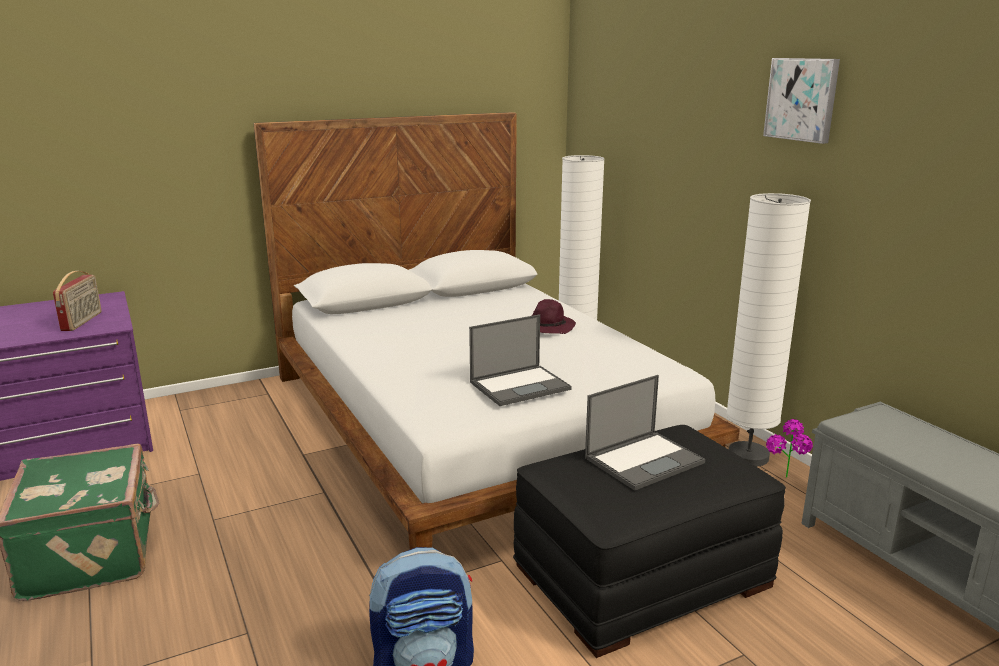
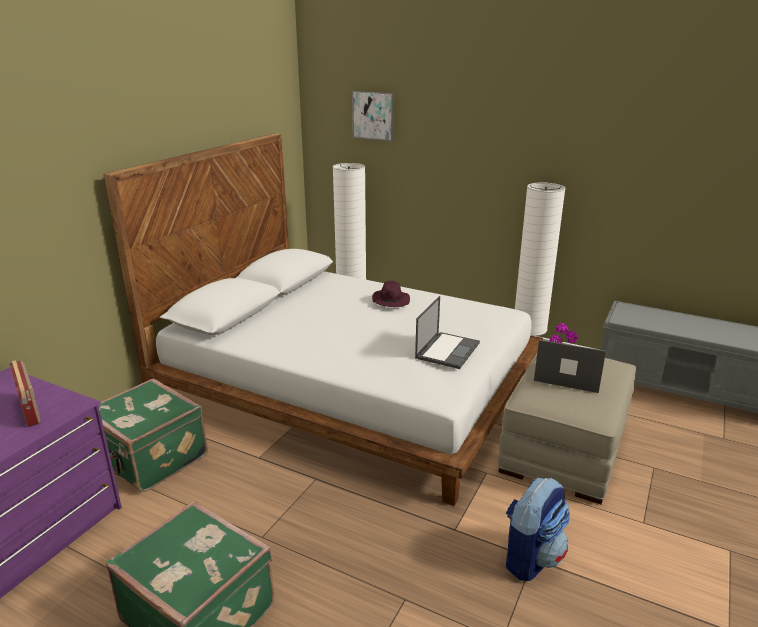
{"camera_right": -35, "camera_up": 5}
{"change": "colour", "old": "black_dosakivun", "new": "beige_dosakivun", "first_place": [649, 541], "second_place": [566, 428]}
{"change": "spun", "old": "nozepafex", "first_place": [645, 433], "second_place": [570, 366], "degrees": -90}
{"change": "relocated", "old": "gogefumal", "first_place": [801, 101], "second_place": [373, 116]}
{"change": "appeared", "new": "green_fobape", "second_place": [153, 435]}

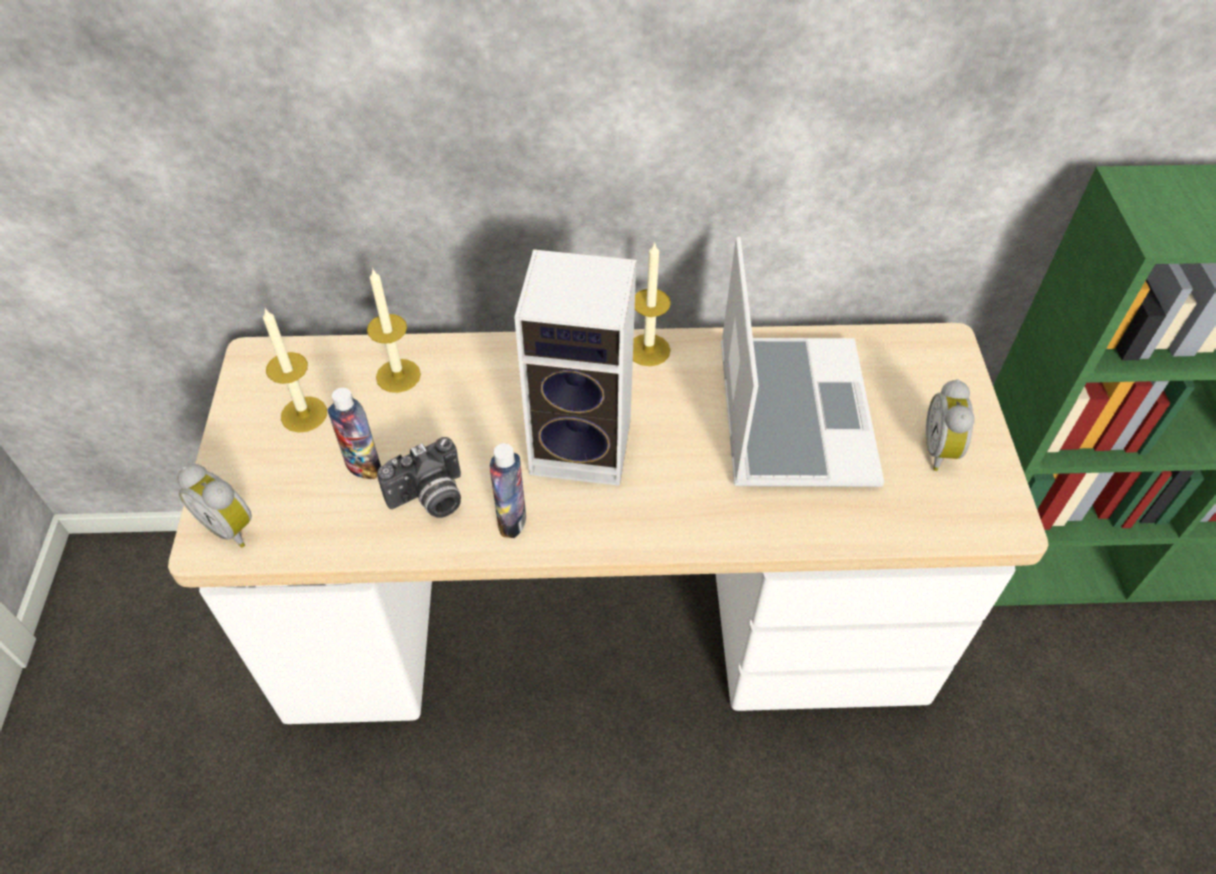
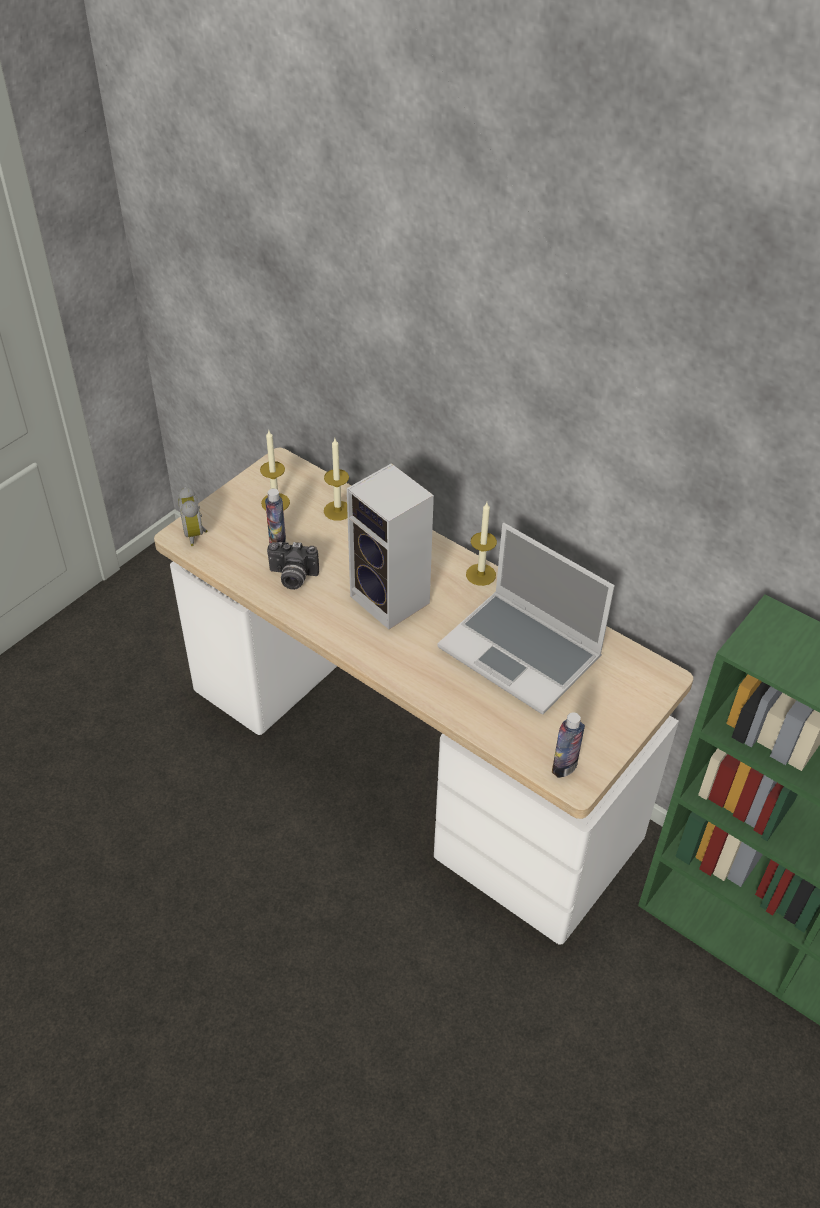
{"camera_right": 40, "camera_up": -5}
{"change": "relocated", "old": "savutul", "first_place": [508, 490], "second_place": [568, 745]}
{"change": "spun", "old": "nozepafex", "first_place": [802, 362], "second_place": [526, 619], "degrees": 90}
{"change": "missing", "old": "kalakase", "first_place": [950, 425]}

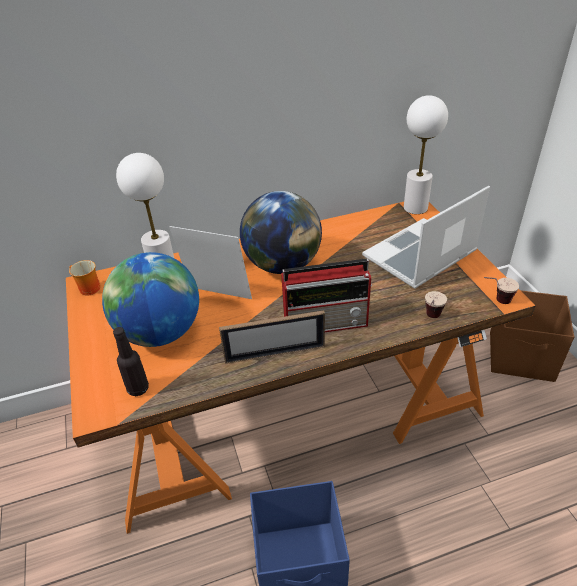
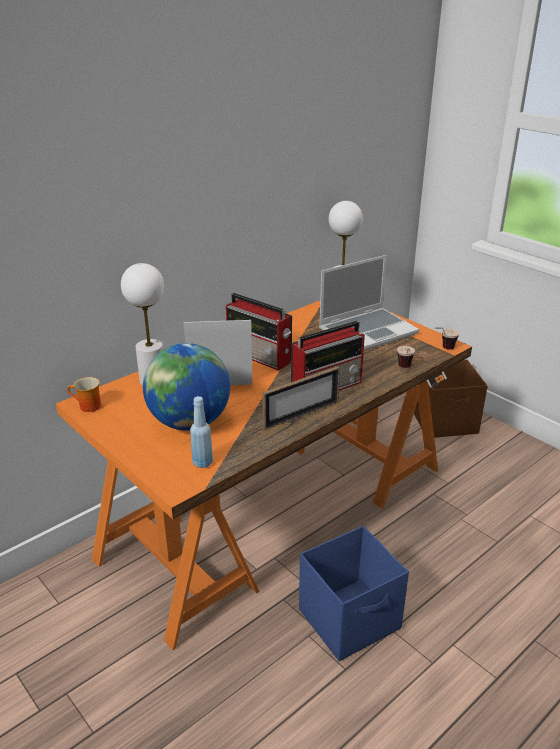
{"camera_right": -25, "camera_up": -10}
{"change": "colour", "old": "black_savutul", "new": "blue_savutul", "first_place": [131, 361], "second_place": [201, 432]}
{"change": "exchanged", "old": "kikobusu", "new": "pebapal", "first_place": [281, 232], "second_place": [259, 332]}
{"change": "spun", "old": "nozepafex", "first_place": [426, 237], "second_place": [369, 303], "degrees": -150}

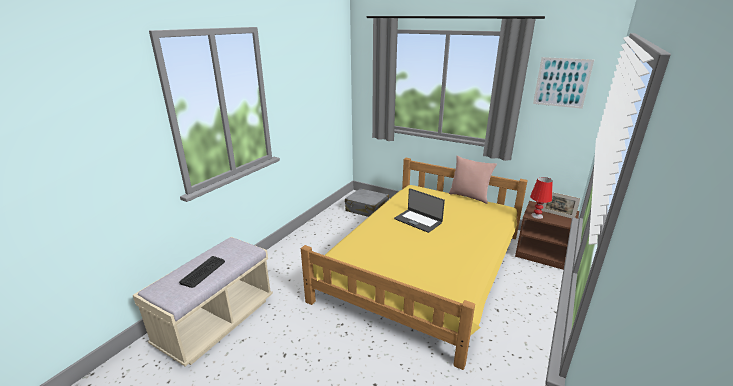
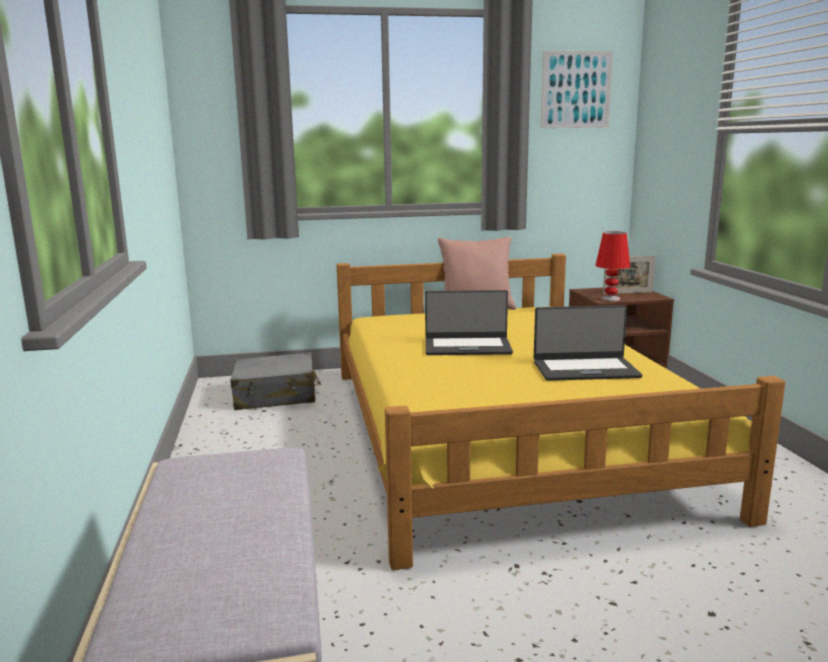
{"camera_right": -40, "camera_up": -10}
{"change": "missing", "old": "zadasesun", "first_place": [202, 272]}
{"change": "appeared", "new": "nozepafex", "second_place": [588, 343]}

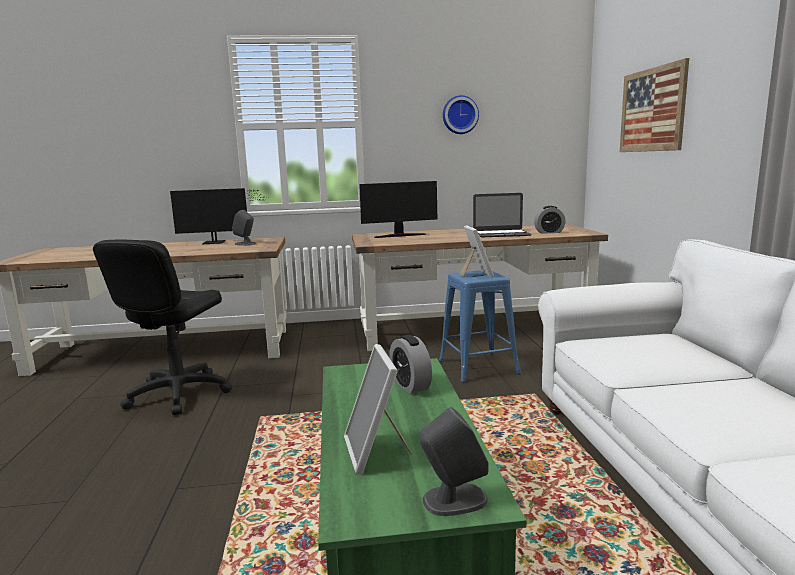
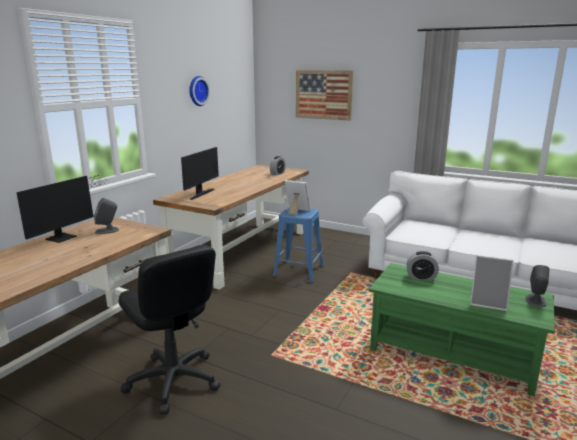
{"camera_right": -55, "camera_up": 5}
{"change": "missing", "old": "nozepafex", "first_place": [502, 215]}

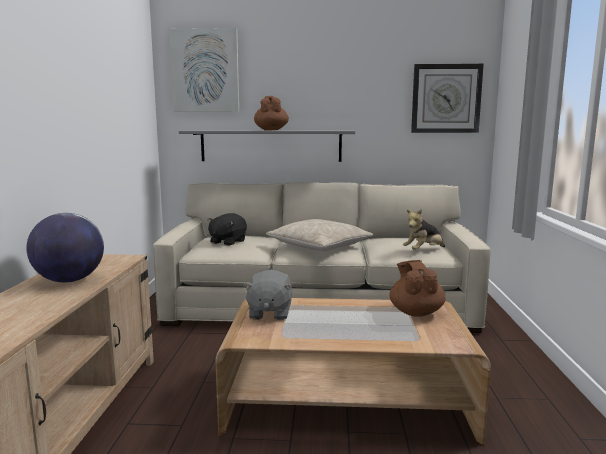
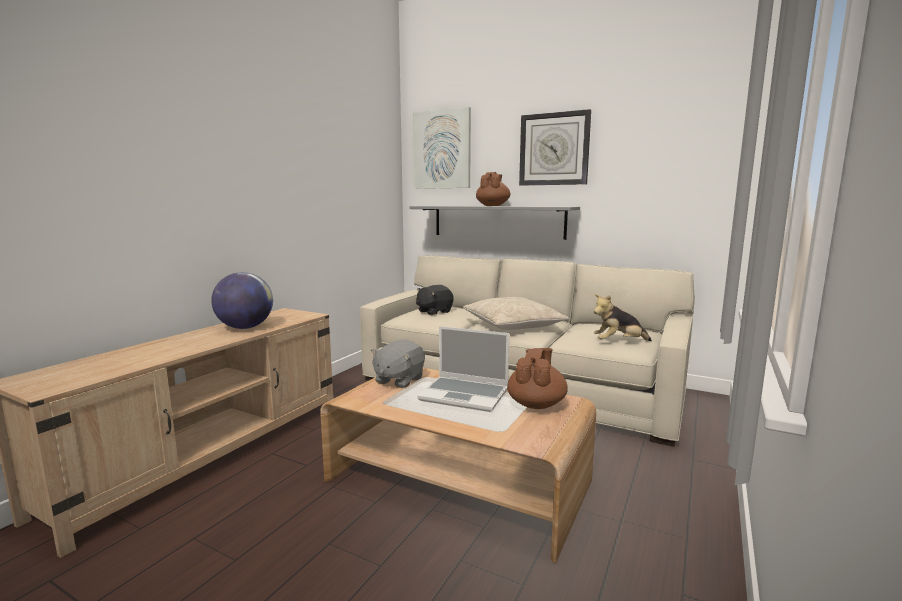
{"camera_right": 25, "camera_up": 0}
{"change": "relocated", "old": "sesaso", "first_place": [447, 98], "second_place": [555, 147]}
{"change": "appeared", "new": "nozepafex", "second_place": [463, 369]}

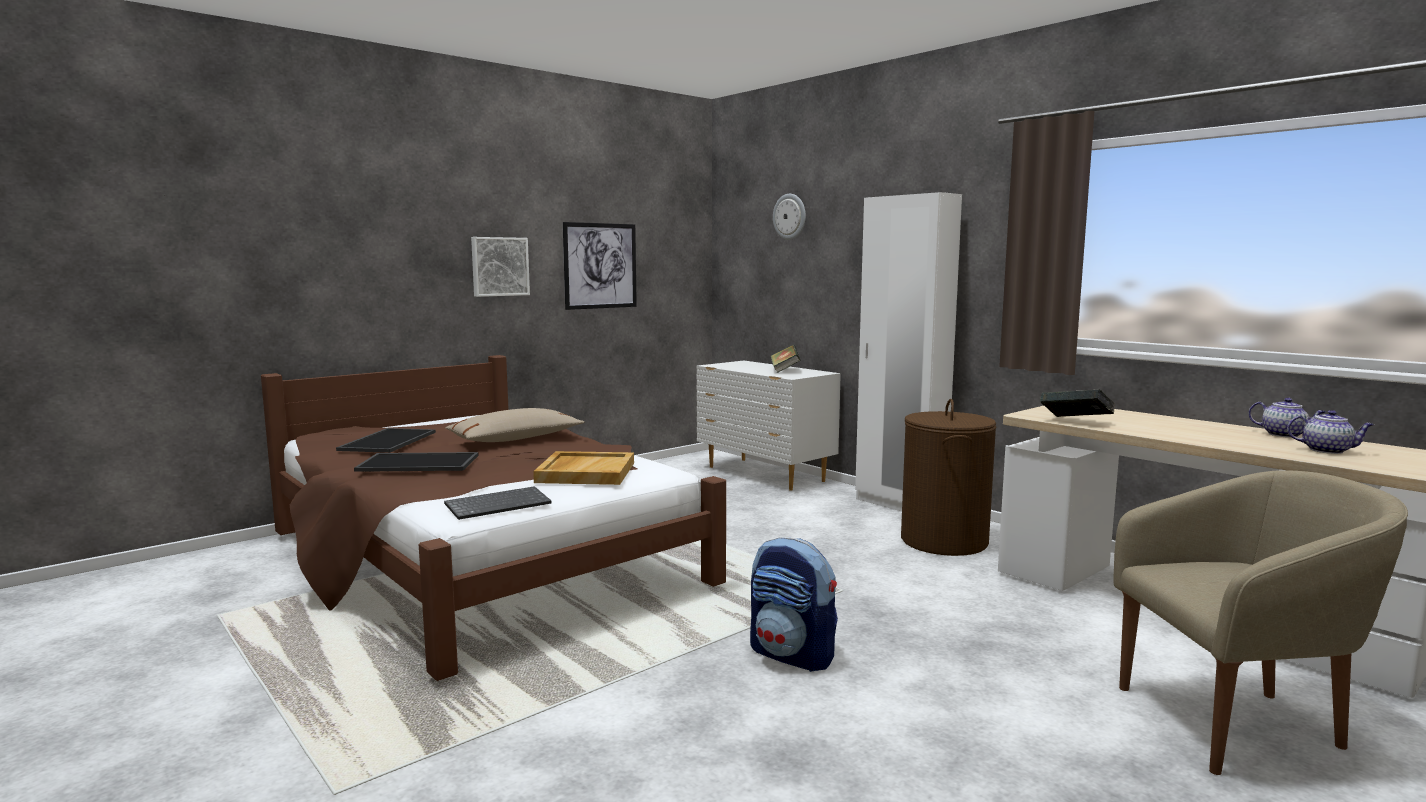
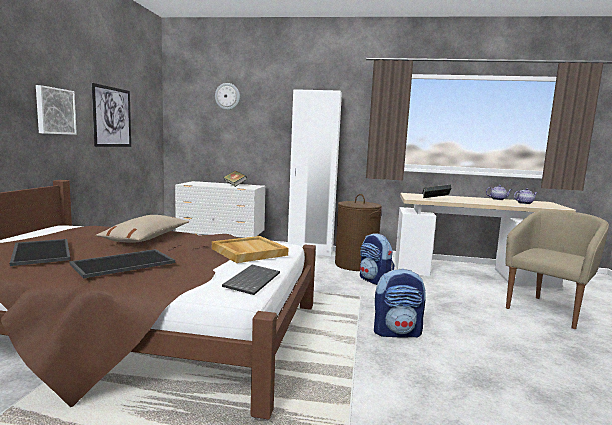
{"camera_right": -40, "camera_up": 0}
{"change": "appeared", "new": "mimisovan", "second_place": [377, 259]}

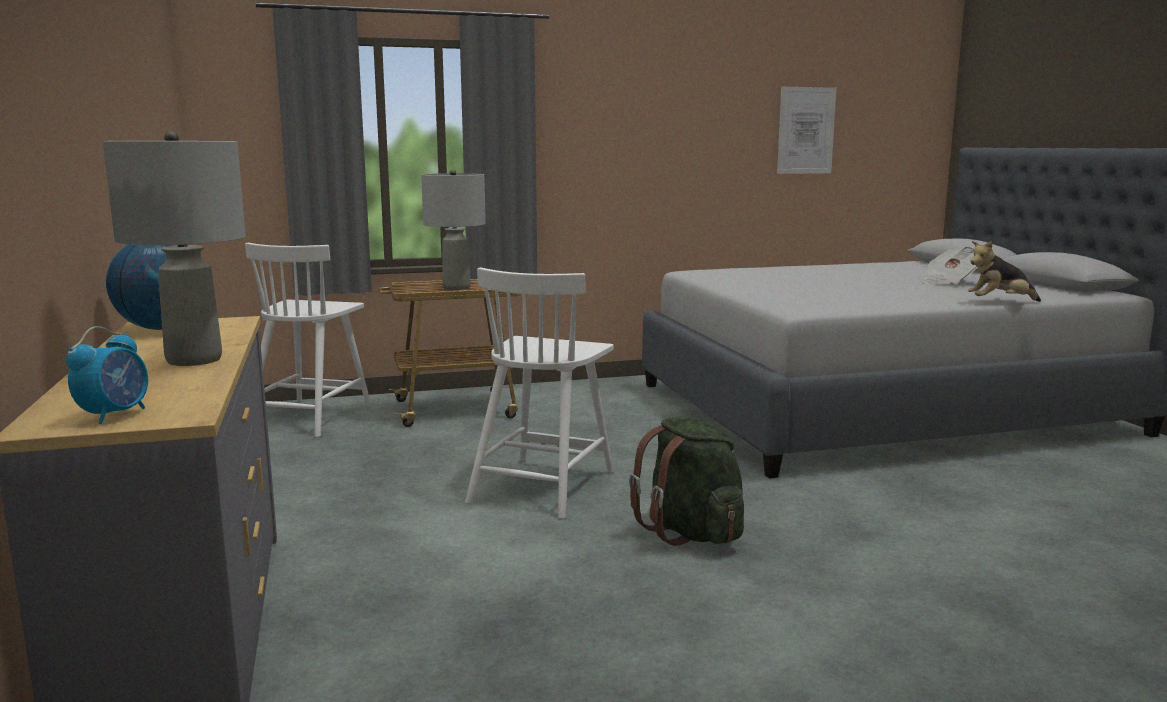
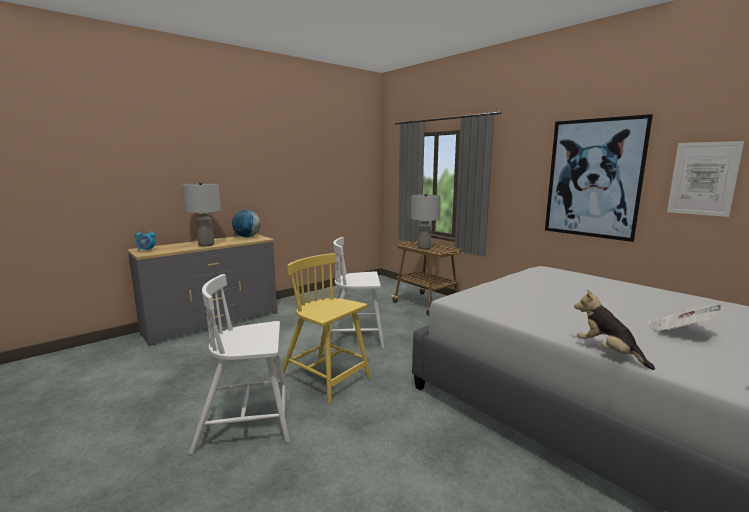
{"camera_right": 65, "camera_up": 0}
{"change": "relocated", "old": "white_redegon", "first_place": [308, 340], "second_place": [239, 364]}
{"change": "exchanged", "old": "green_mimisovan", "new": "yellow_redegon", "first_place": [686, 481], "second_place": [326, 328]}
{"change": "appeared", "new": "gogefumal", "second_place": [599, 178]}

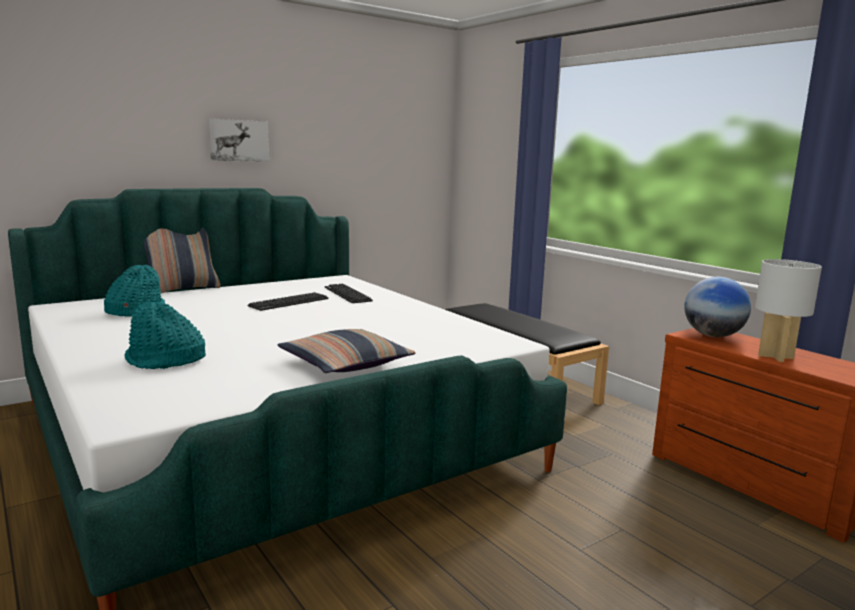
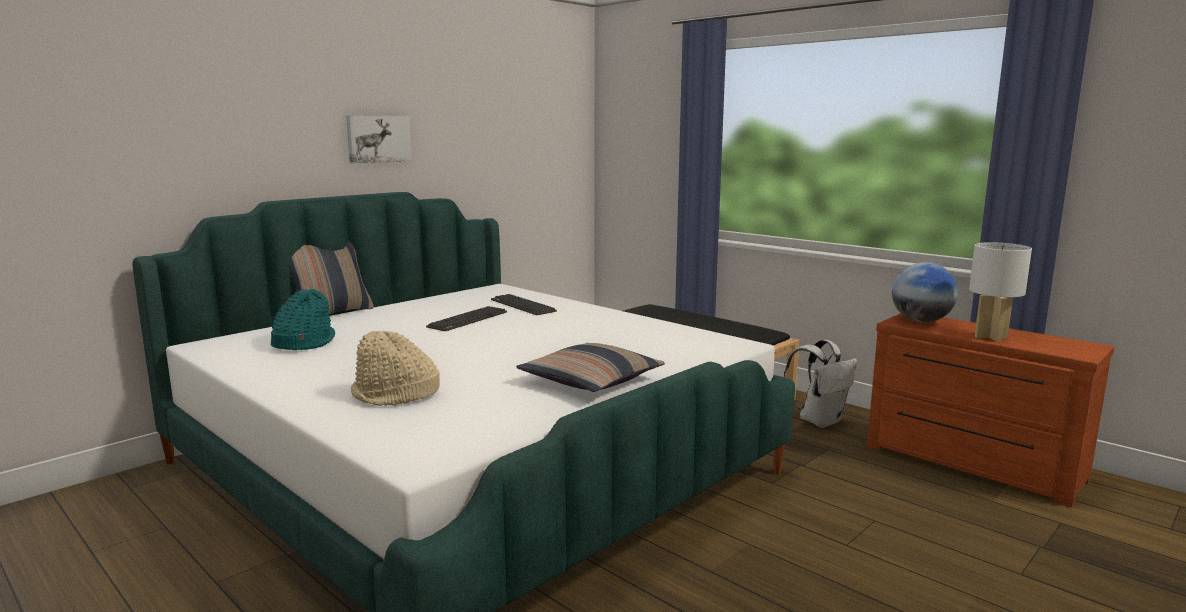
{"camera_right": -10, "camera_up": 0}
{"change": "colour", "old": "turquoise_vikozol", "new": "beige_vikozol", "first_place": [165, 335], "second_place": [395, 368]}
{"change": "appeared", "new": "white_mimisovan", "second_place": [820, 384]}

